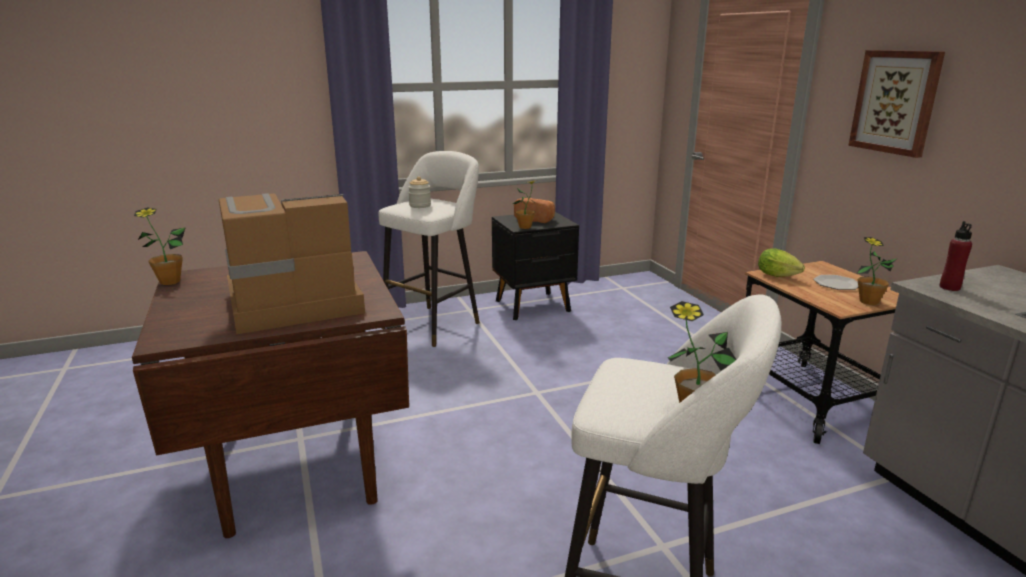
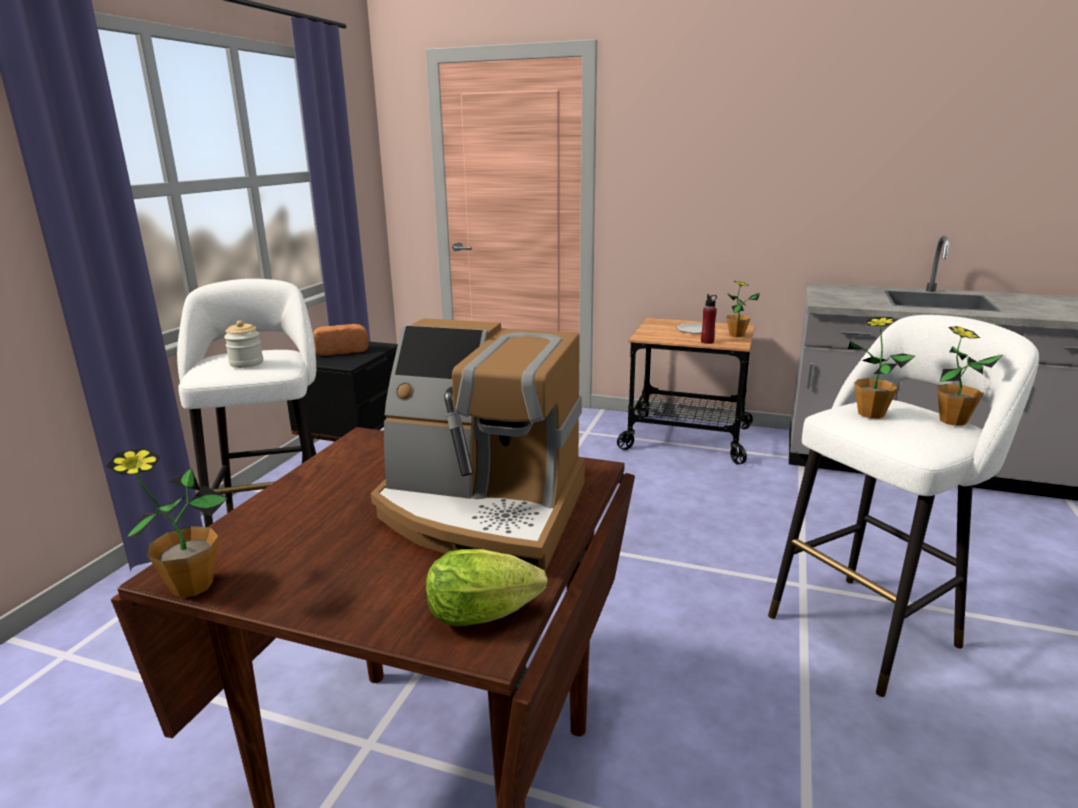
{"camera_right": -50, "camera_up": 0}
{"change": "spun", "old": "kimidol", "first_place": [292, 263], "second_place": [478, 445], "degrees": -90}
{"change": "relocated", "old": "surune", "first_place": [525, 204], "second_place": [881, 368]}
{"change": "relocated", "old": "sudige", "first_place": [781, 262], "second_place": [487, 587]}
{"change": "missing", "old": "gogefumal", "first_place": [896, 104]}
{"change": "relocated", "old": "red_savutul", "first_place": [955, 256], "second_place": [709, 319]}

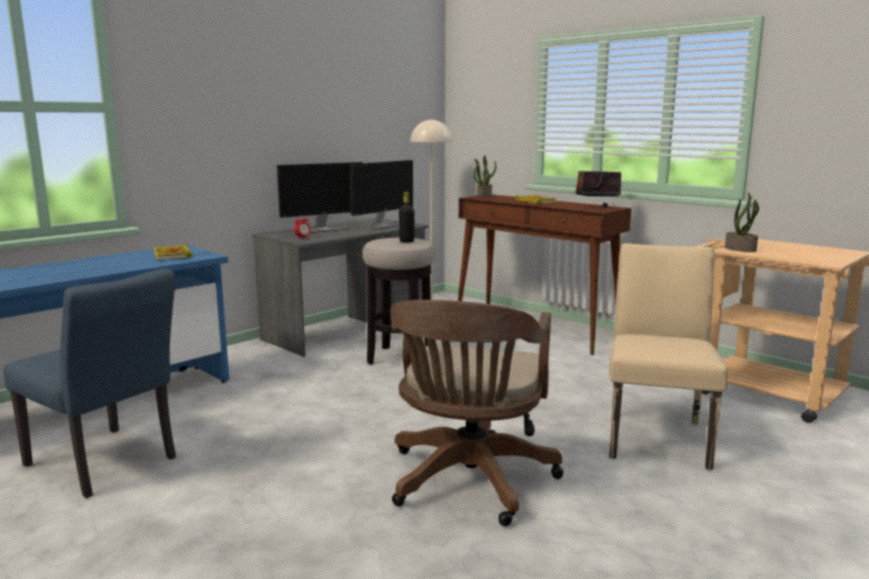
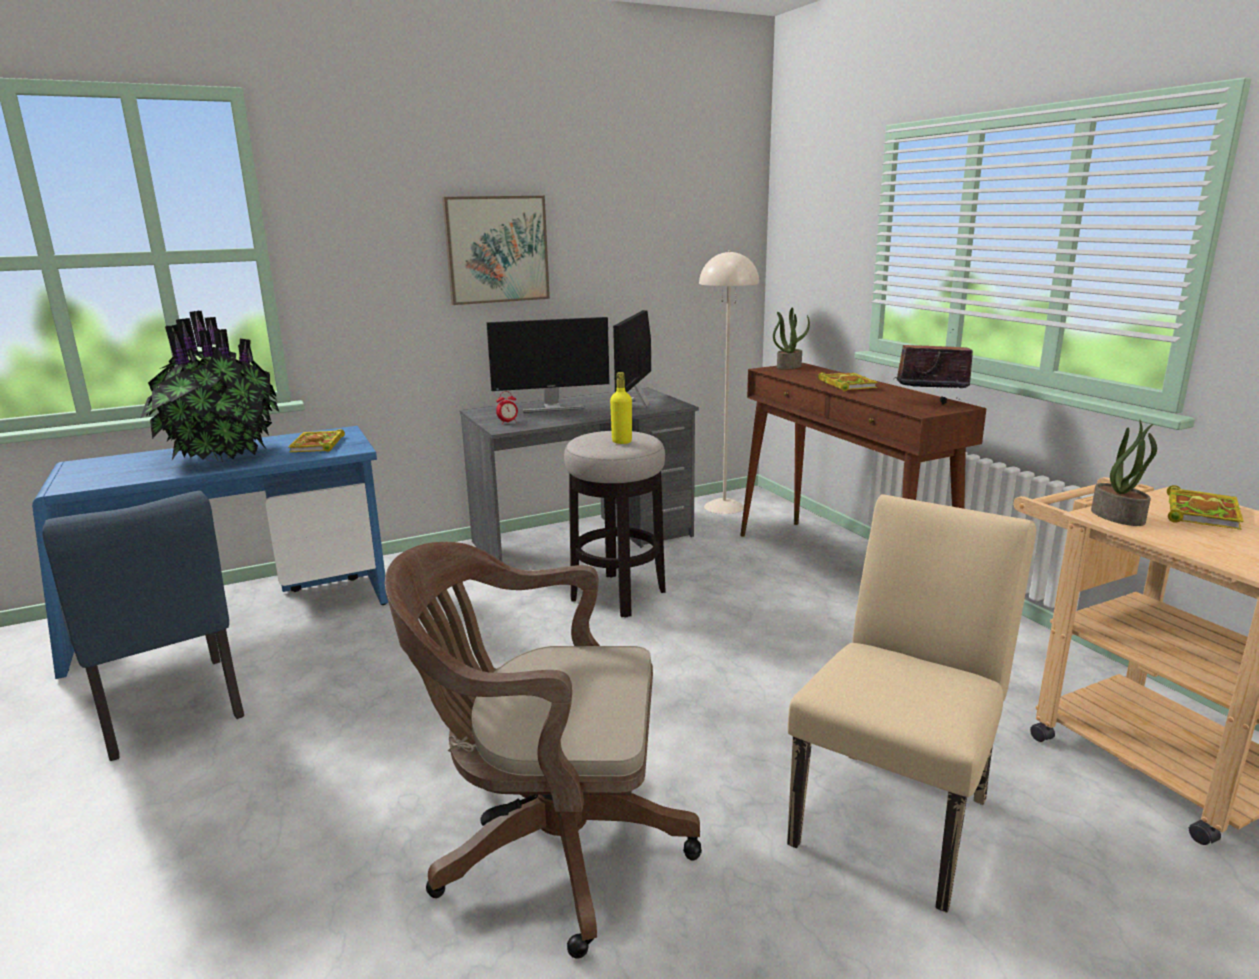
{"camera_right": 20, "camera_up": 5}
{"change": "spun", "old": "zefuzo", "first_place": [381, 195], "second_place": [632, 359], "degrees": 135}
{"change": "spun", "old": "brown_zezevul", "first_place": [477, 413], "second_place": [543, 750], "degrees": 60}
{"change": "colour", "old": "black_savutul", "new": "yellow_savutul", "first_place": [407, 217], "second_place": [621, 408]}
{"change": "appeared", "new": "surune", "second_place": [209, 386]}
{"change": "appeared", "new": "gogefumal", "second_place": [496, 250]}
{"change": "appeared", "new": "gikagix", "second_place": [1205, 507]}

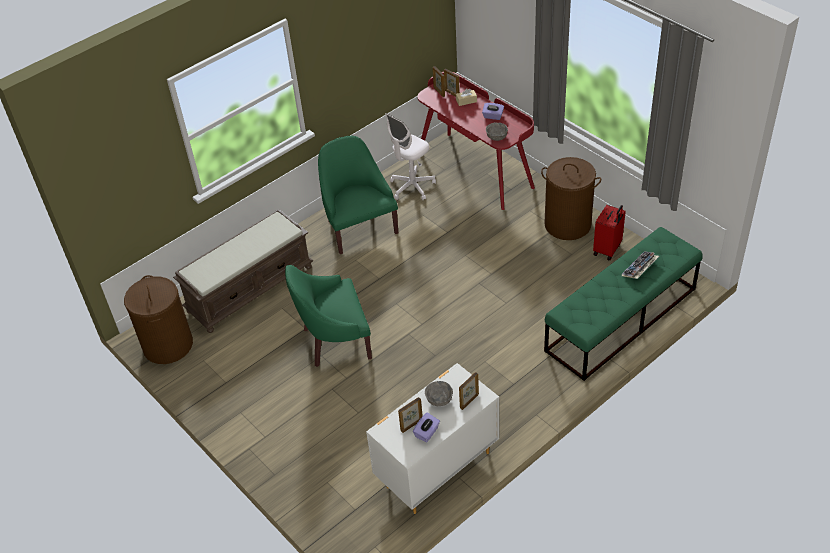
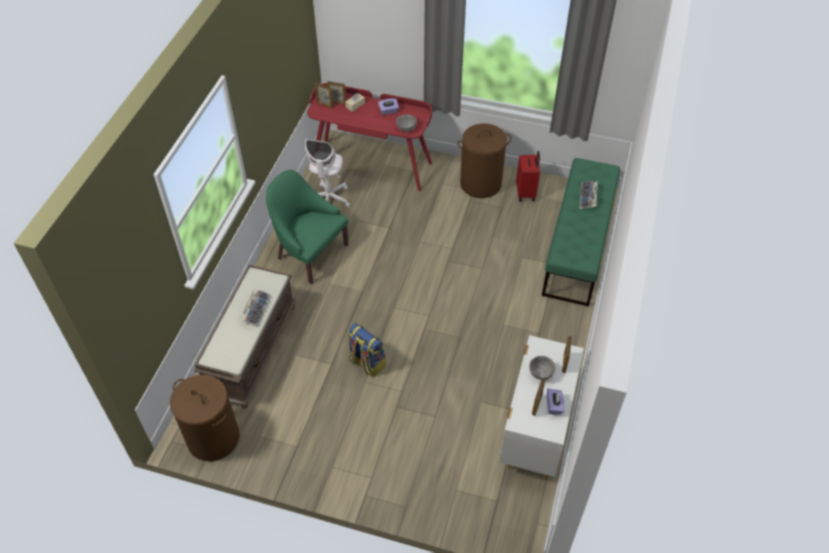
{"camera_right": -35, "camera_up": 5}
{"change": "exchanged", "old": "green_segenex", "new": "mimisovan", "first_place": [328, 316], "second_place": [367, 350]}
{"change": "appeared", "new": "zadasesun", "second_place": [255, 308]}

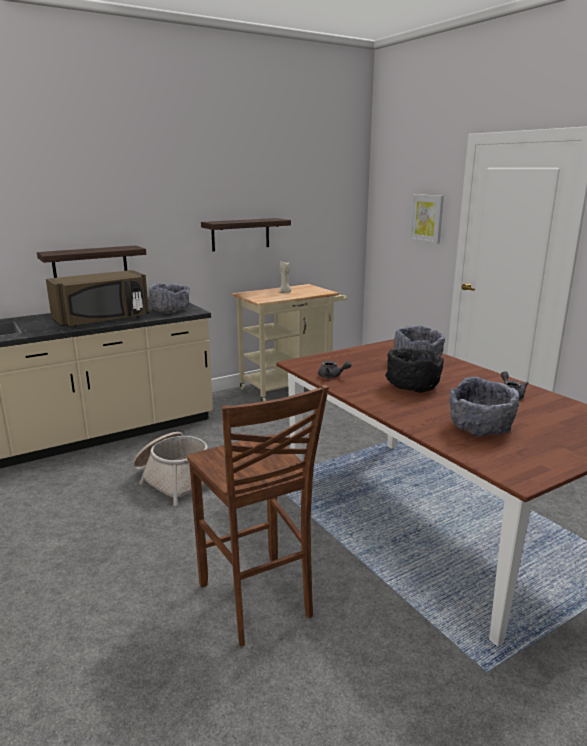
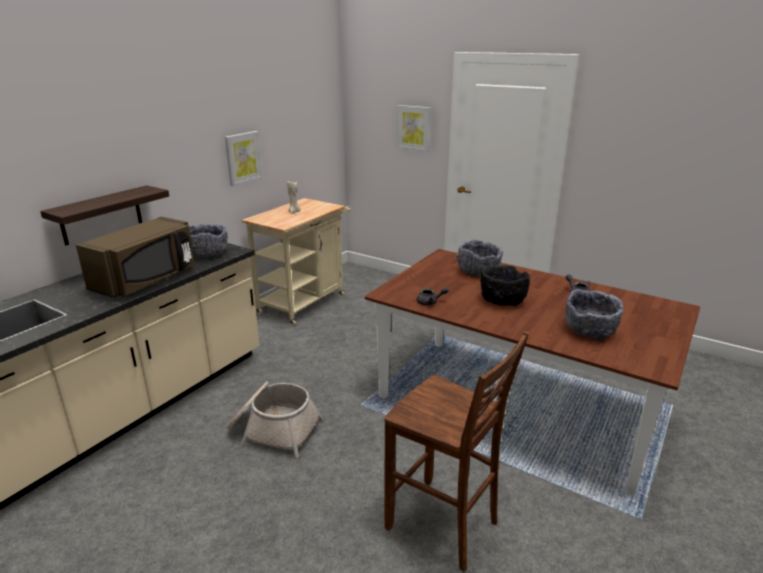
{"camera_right": -25, "camera_up": 5}
{"change": "exchanged", "old": "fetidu", "new": "gogefumal", "first_place": [246, 234], "second_place": [244, 158]}

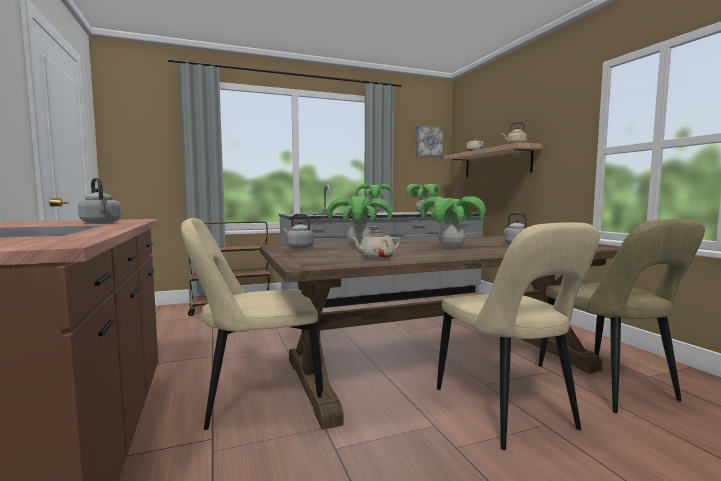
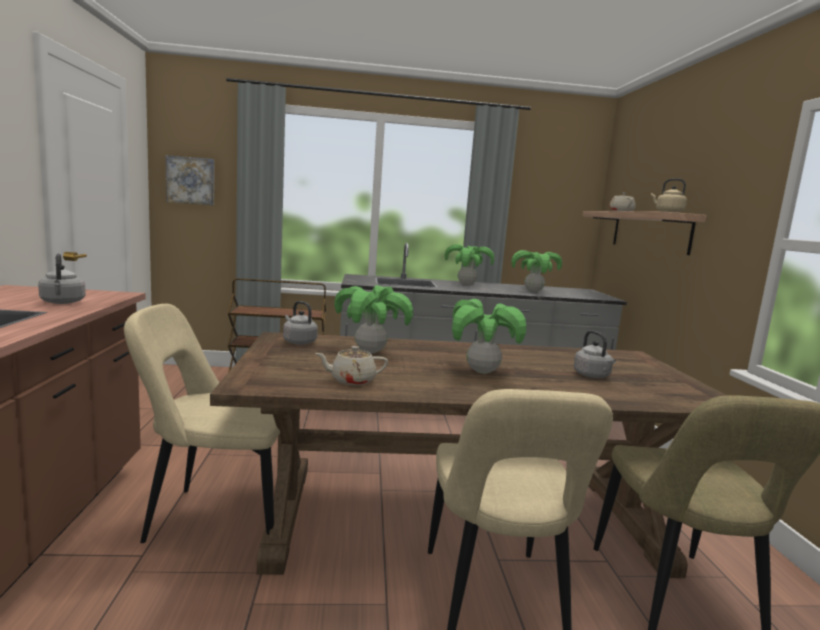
{"camera_right": 15, "camera_up": 5}
{"change": "relocated", "old": "gogefumal", "first_place": [429, 141], "second_place": [190, 180]}

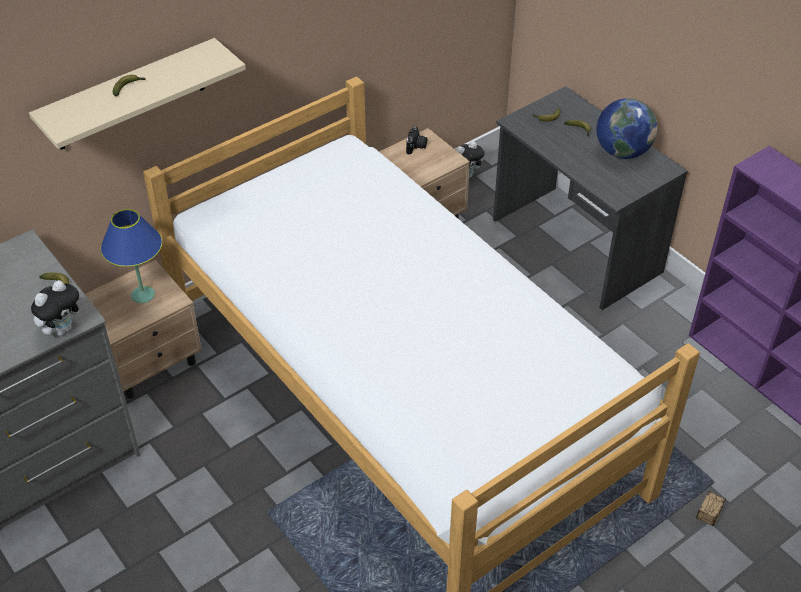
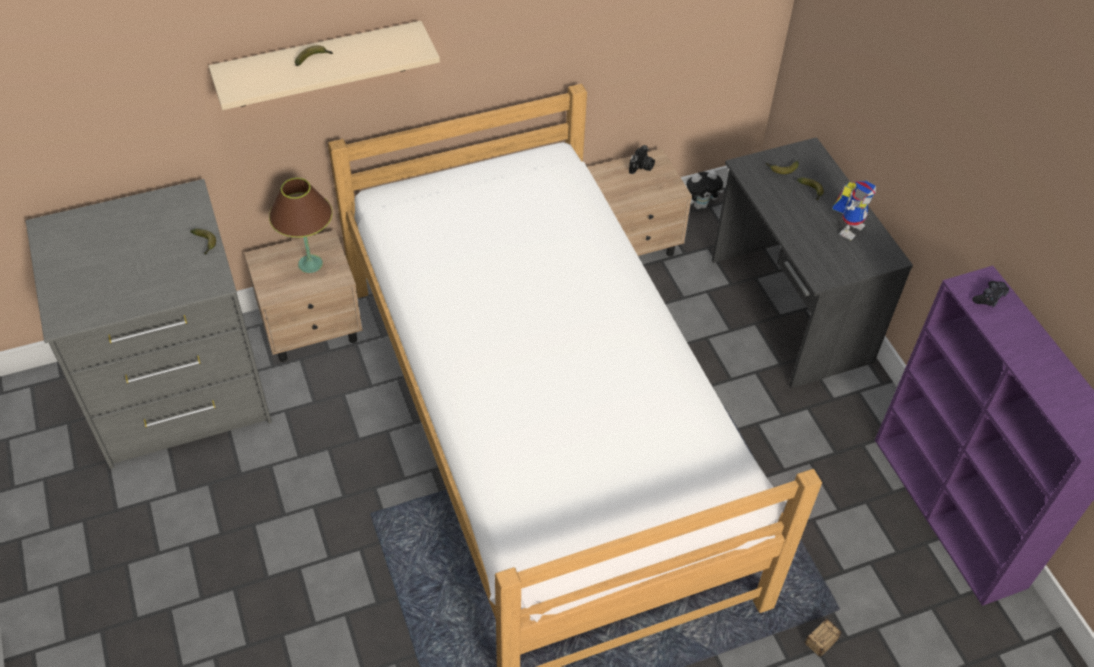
{"camera_right": 15, "camera_up": 5}
{"change": "missing", "old": "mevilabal", "first_place": [57, 308]}
{"change": "colour", "old": "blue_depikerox", "new": "brown_depikerox", "first_place": [131, 256], "second_place": [300, 225]}
{"change": "exchanged", "old": "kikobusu", "new": "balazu", "first_place": [626, 128], "second_place": [854, 210]}
{"change": "appeared", "new": "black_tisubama", "second_place": [990, 294]}

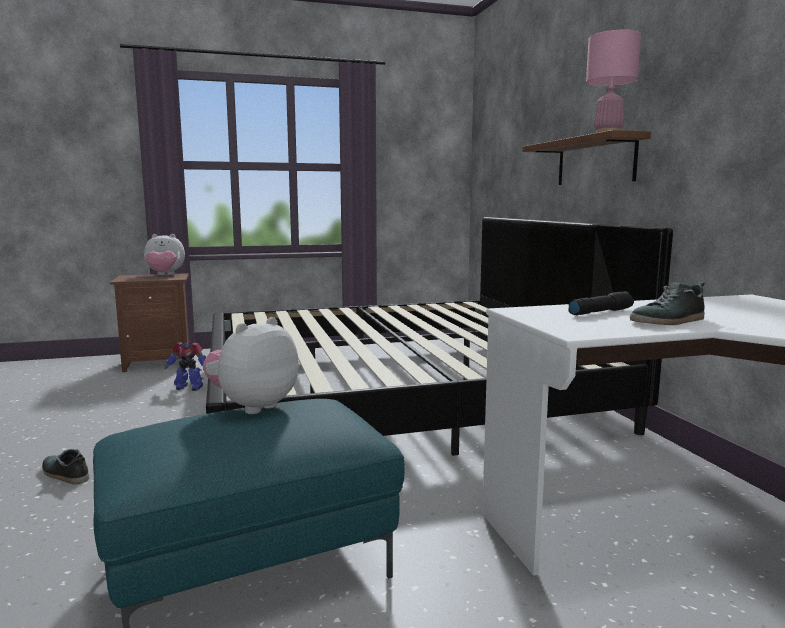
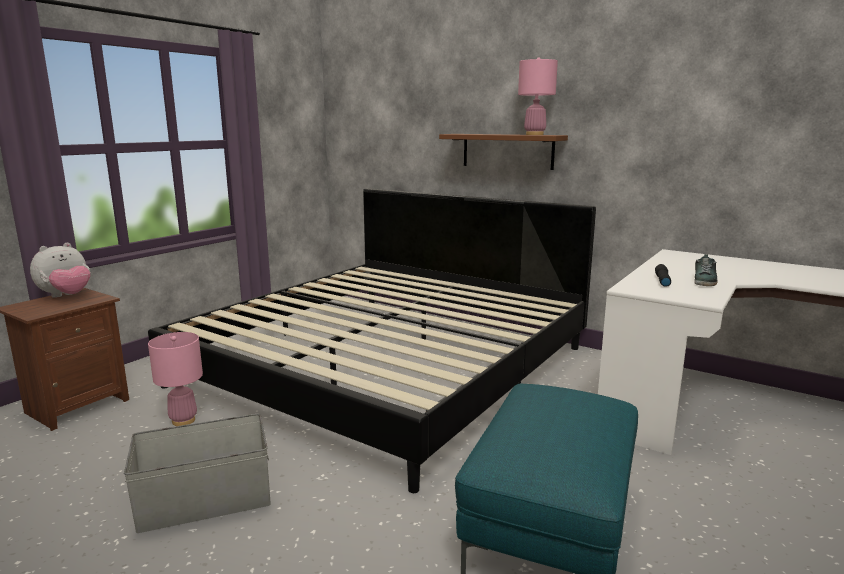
{"camera_right": -40, "camera_up": 5}
{"change": "missing", "old": "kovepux", "first_place": [65, 466]}
{"change": "exchanged", "old": "balazu", "new": "pink_depikerox", "first_place": [185, 366], "second_place": [175, 379]}
{"change": "missing", "old": "mevilabal", "first_place": [251, 365]}
{"change": "appeared", "new": "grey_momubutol", "second_place": [197, 473]}

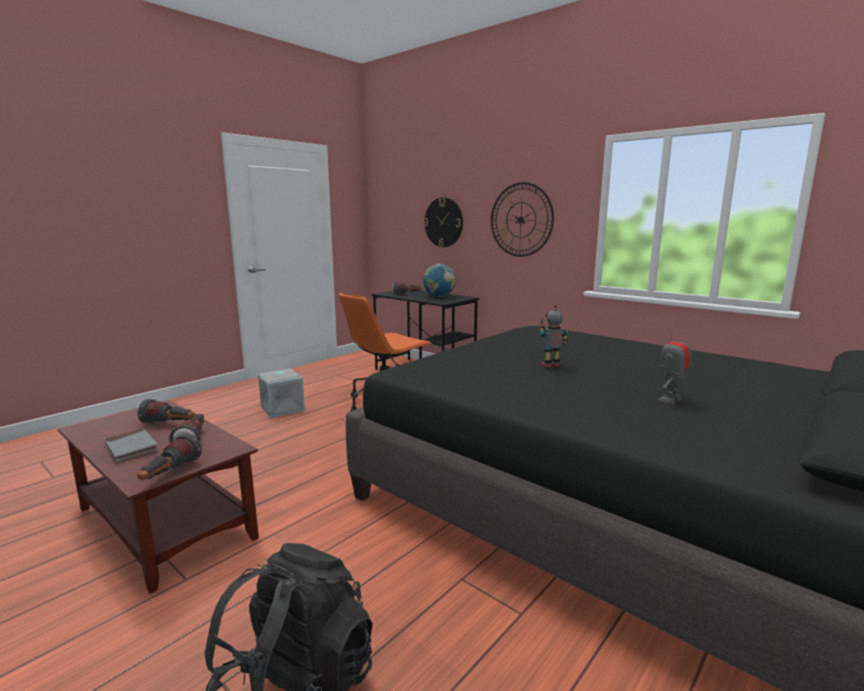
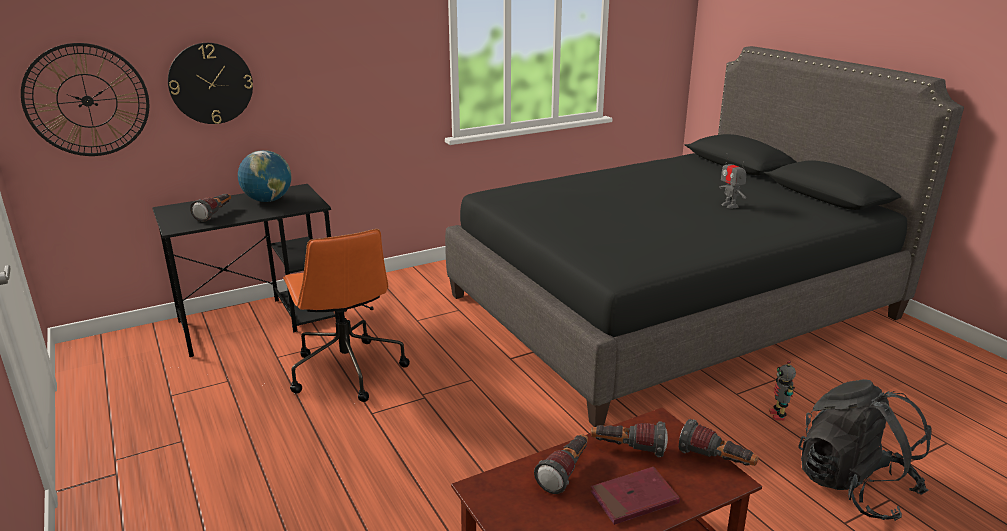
{"camera_right": -70, "camera_up": 10}
{"change": "colour", "old": "grey_gikagix", "new": "red_gikagix", "first_place": [131, 444], "second_place": [635, 496]}
{"change": "missing", "old": "grey_momubutol", "first_place": [281, 393]}
{"change": "relocated", "old": "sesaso", "first_place": [522, 219], "second_place": [85, 99]}
{"change": "relocated", "old": "balazu", "first_place": [553, 335], "second_place": [782, 390]}

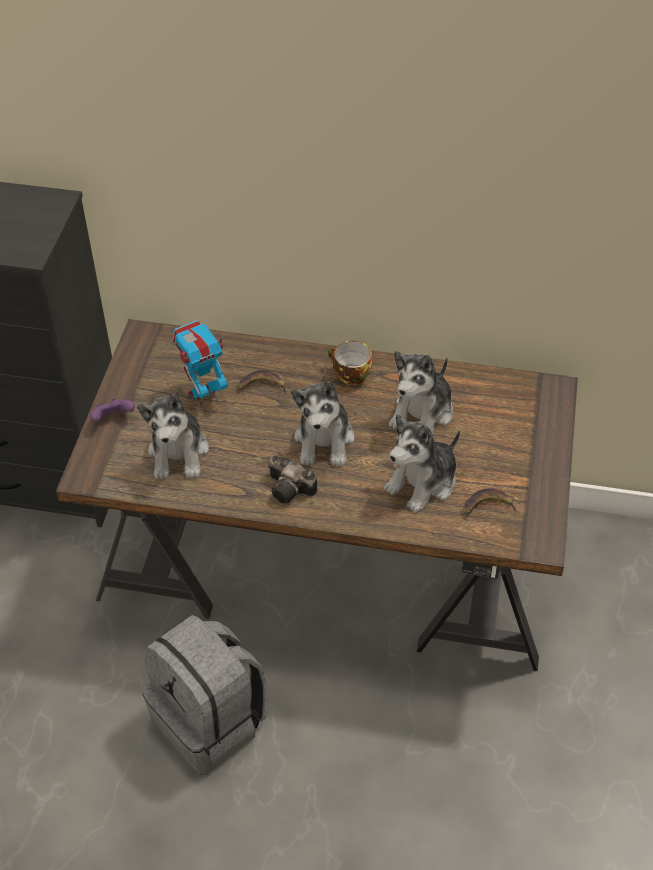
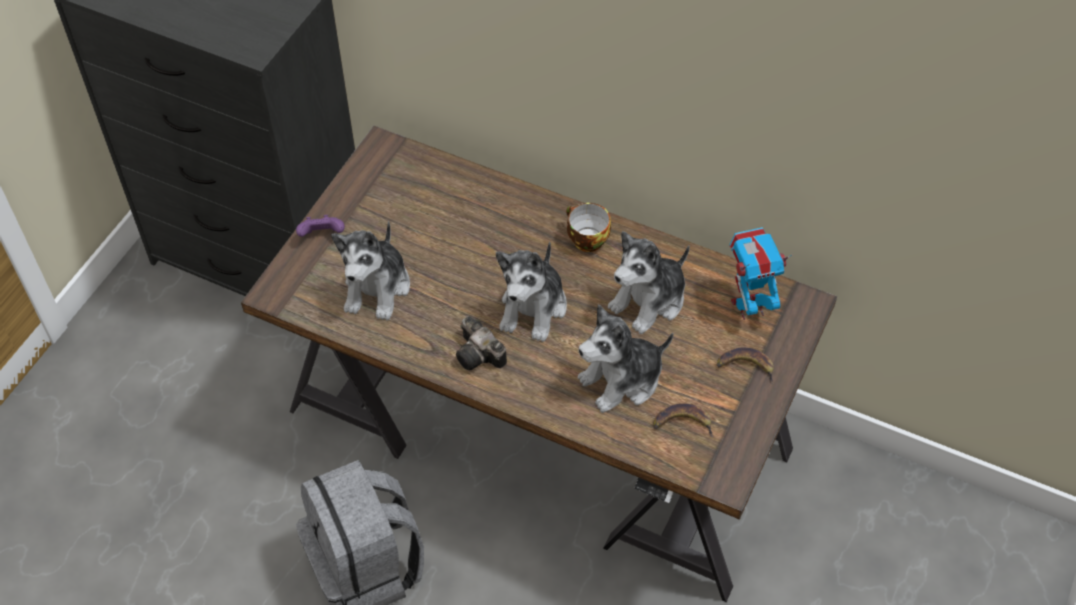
{"camera_right": 15, "camera_up": 5}
{"change": "relocated", "old": "balazu", "first_place": [200, 363], "second_place": [760, 273]}
{"change": "relocated", "old": "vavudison", "first_place": [262, 382], "second_place": [745, 366]}

